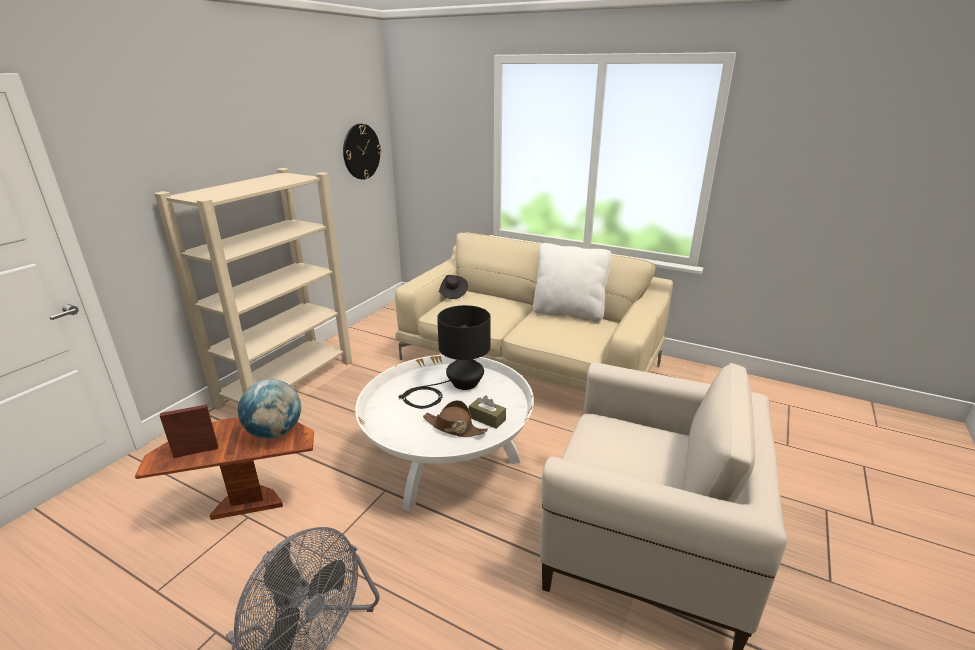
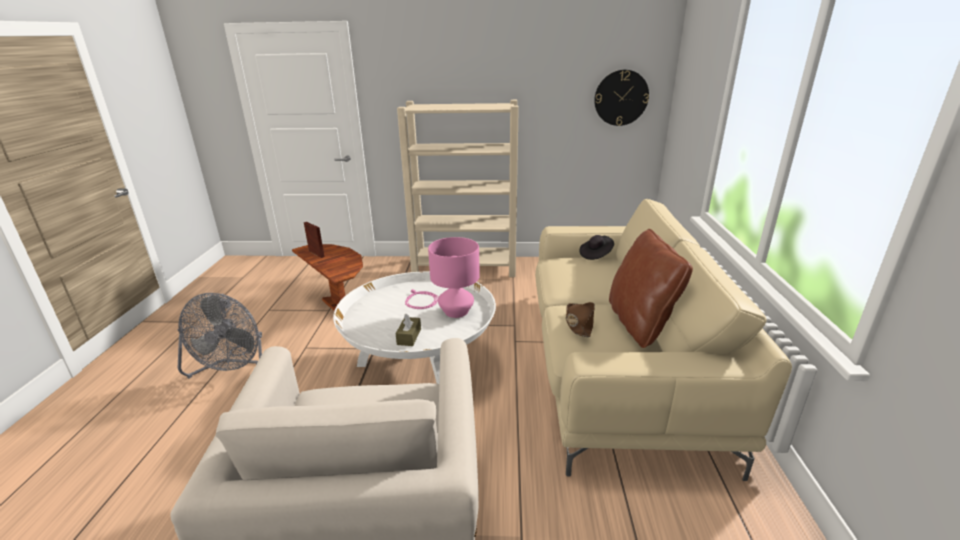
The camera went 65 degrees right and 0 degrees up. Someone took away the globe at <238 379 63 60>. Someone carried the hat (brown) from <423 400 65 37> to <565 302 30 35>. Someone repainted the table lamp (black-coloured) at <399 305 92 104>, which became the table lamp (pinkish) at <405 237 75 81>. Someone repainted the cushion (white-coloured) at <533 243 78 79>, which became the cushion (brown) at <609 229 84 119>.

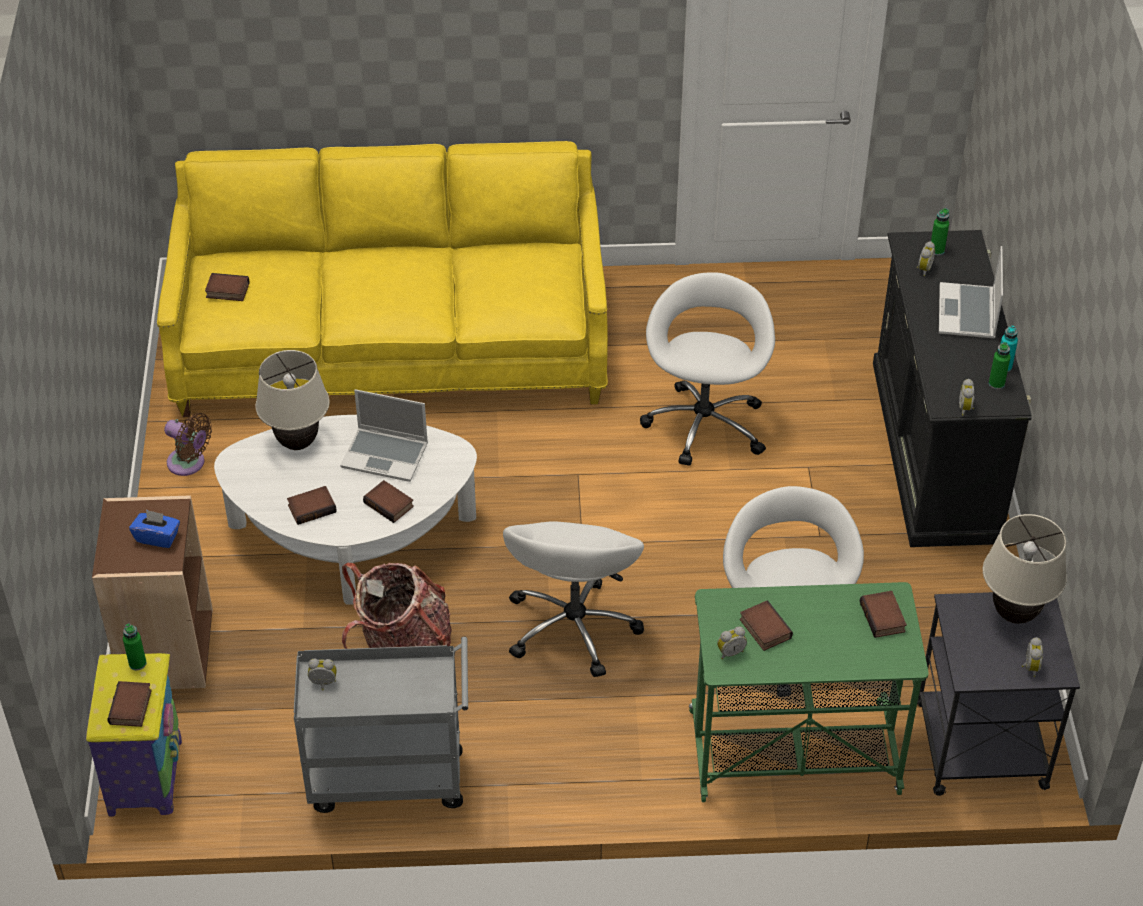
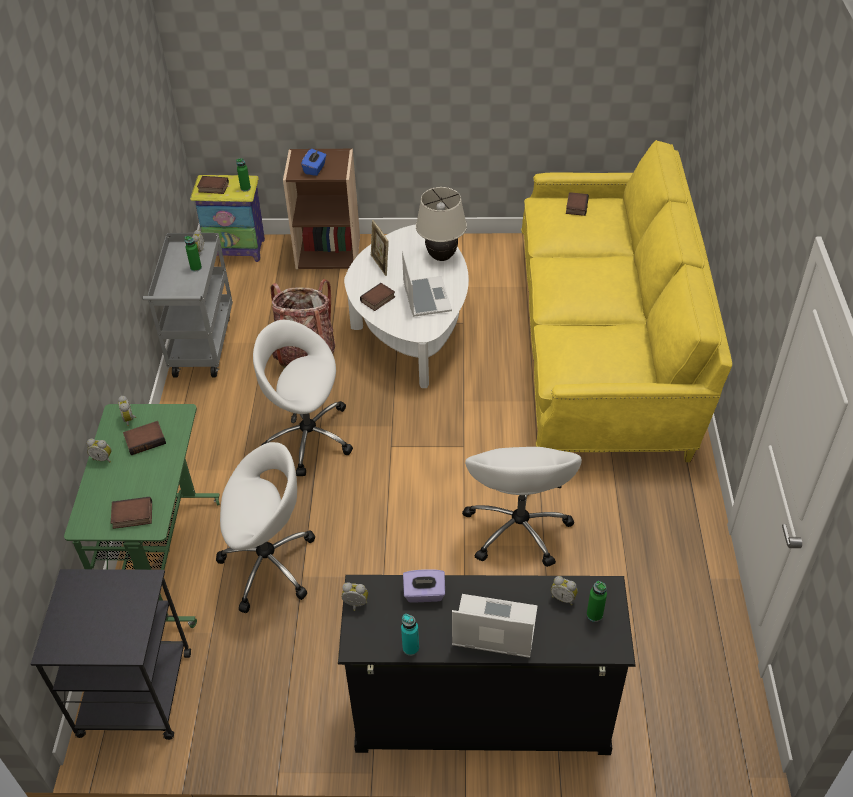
The camera went 95 degrees right and 0 degrees up. Someone took away the cooling fan (brown) at <164 413 48 63>. Someone took away the table lamp (beige) at <983 514 84 110>. Someone put down the tissue box (purple-coloured) at <403 569 42 34>. Someone carried the drink bottle (green-coloured) from <989 342 21 47> to <185 236 17 35>. Someone carried the alarm clock from <1022 637 21 40> to <87 439 24 23>. Someone swapped the book at <287 486 50 39> for the picture frame at <371 220 18 56>. Someone rotated the laptop at <340 389 88 93> by 150 degrees clockwise. Someone rotated the desk chair (white-coloured) at <640 272 135 194> by 75 degrees clockwise.

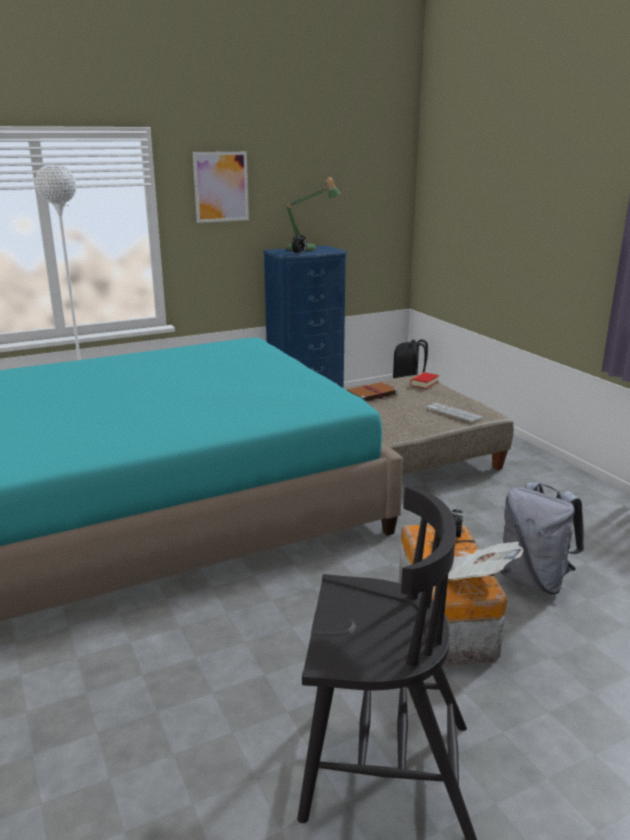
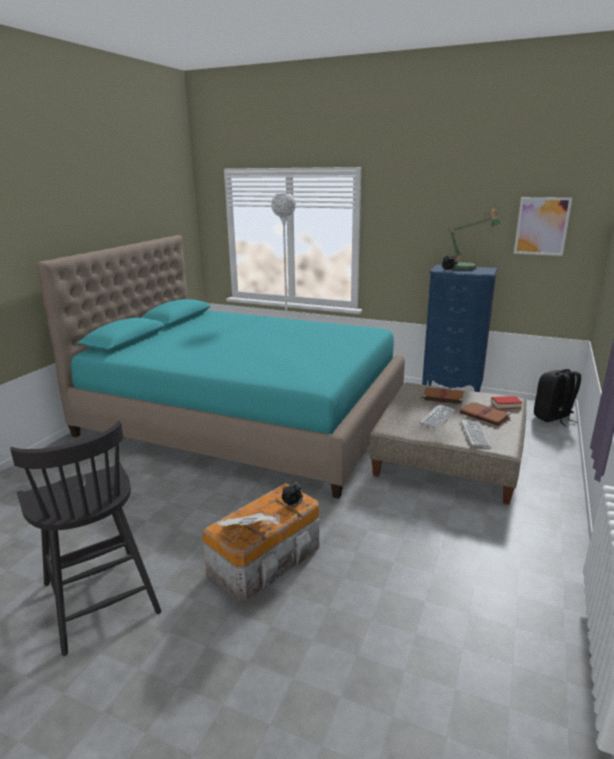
The camera went 50 degrees right and 0 degrees up. Someone took away the rucksack (grey) at <500 482 84 112>. Someone put down the computer keyboard at <420 404 35 25>. Someone put down the book (brown) at <460 401 51 25>. Someone carried the picture from <193 152 56 71> to <514 197 58 59>.

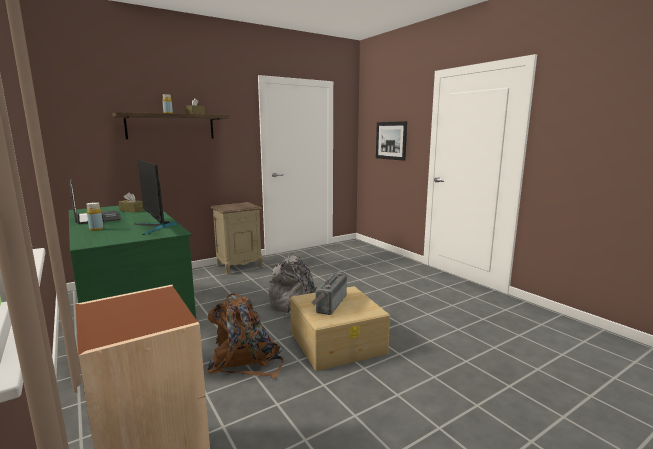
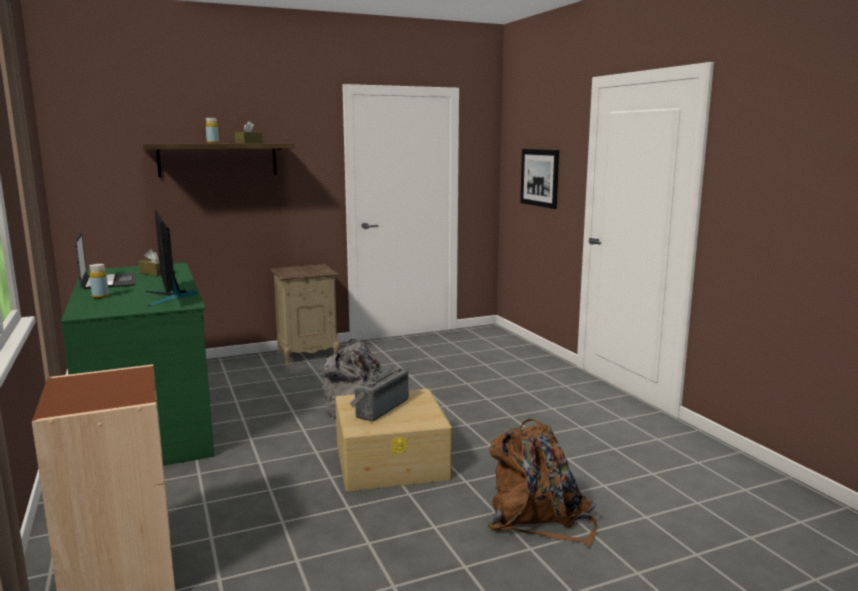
The camera went 10 degrees right and 0 degrees up. Someone carried the rucksack (brown) from <206 293 77 86> to <488 419 108 128>.

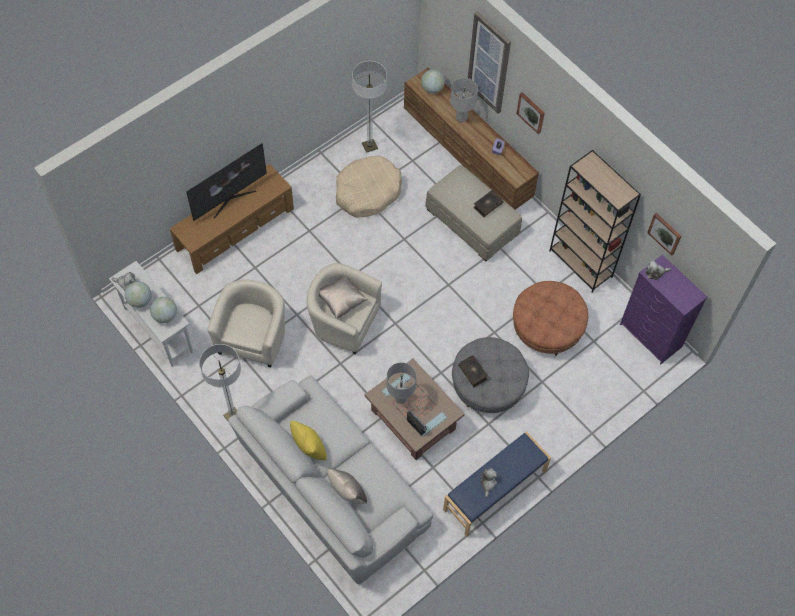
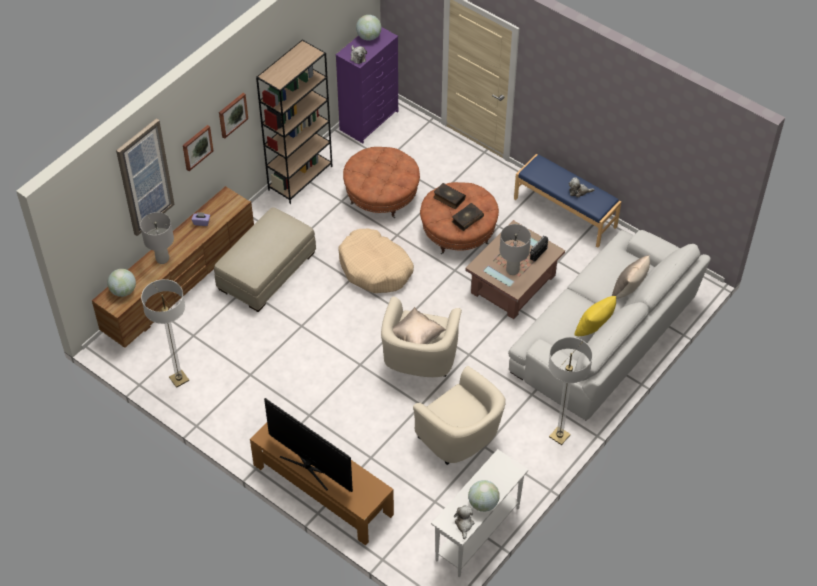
The camera went 100 degrees left and 10 degrees down. Someone carried the globe from <150 297 27 26> to <356 15 26 26>. Someone carried the dog cushion (beige) from <336 156 66 62> to <339 229 75 64>. Someone carried the book from <473 190 30 27> to <433 183 33 26>. Someone carried the picture from <647 213 34 43> to <219 93 29 46>. Someone repainted the pouffe (grey) at <452 337 77 76>, which became the pouffe (brown) at <420 182 79 72>. Someone rotated the easy chair (beige) at <207 280 78 87> by 135 degrees counterclockwise.

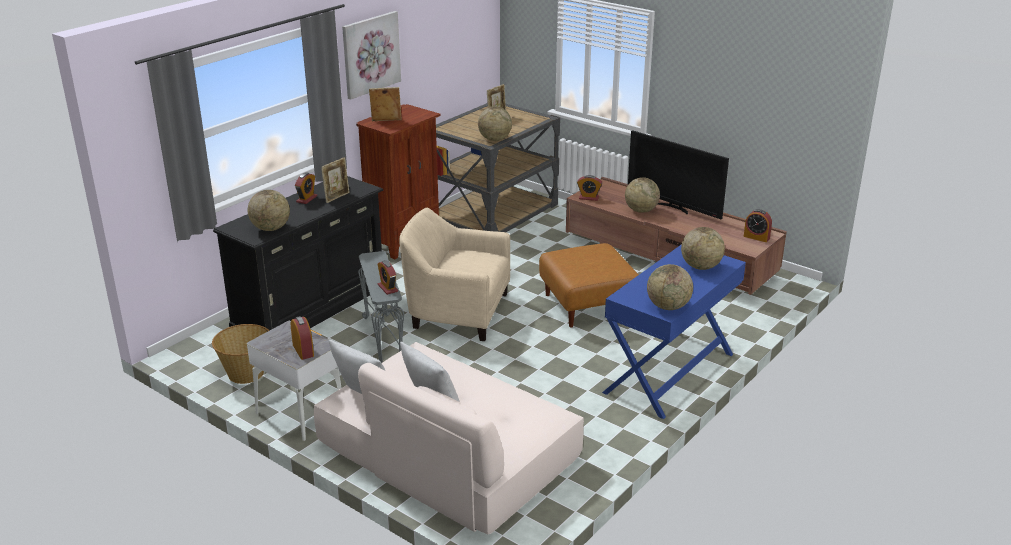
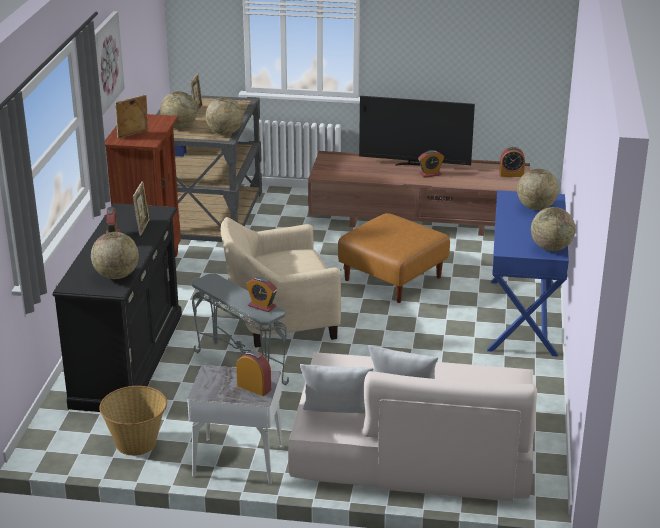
The camera went 30 degrees left and 0 degrees up. Someone carried the alarm clock from <577 175 25 26> to <418 150 26 28>. Someone carried the globe from <625 177 35 36> to <160 91 37 38>.

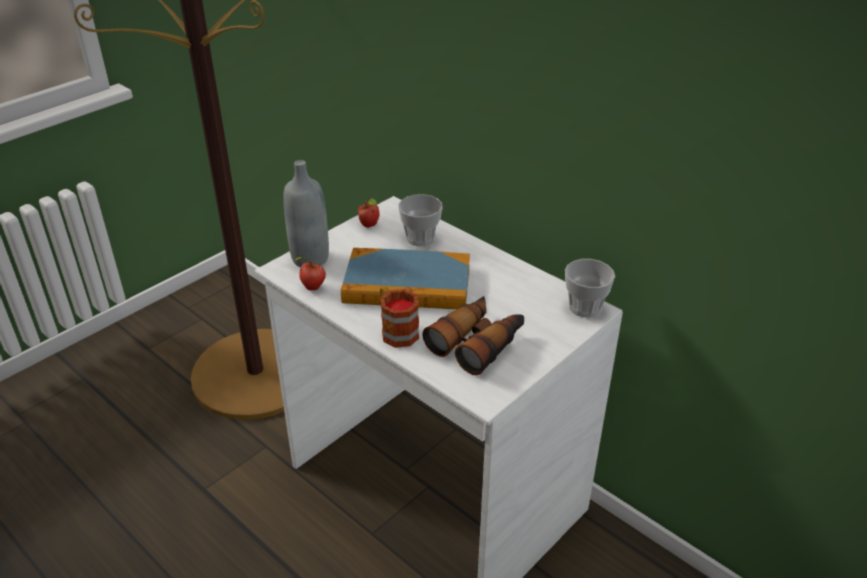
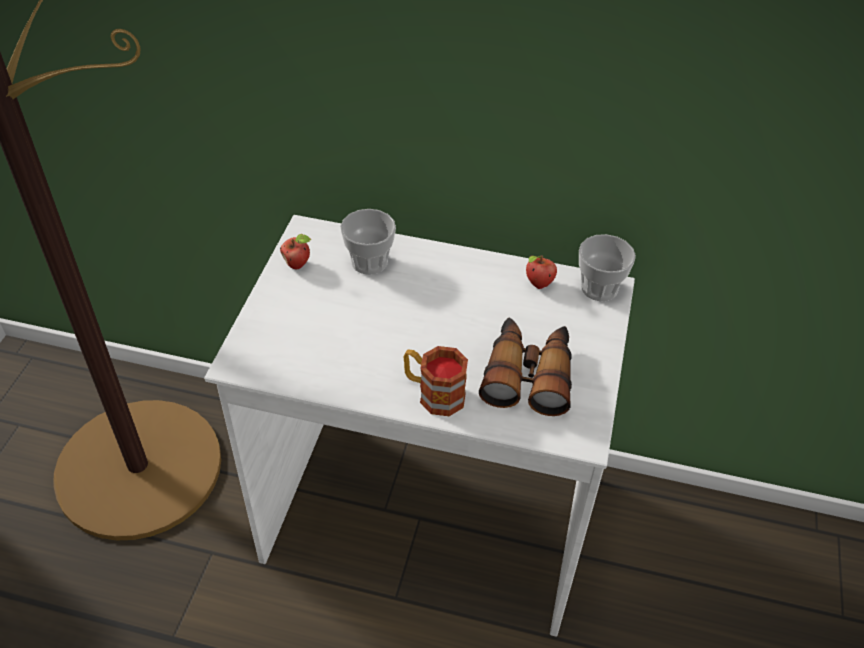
The camera went 30 degrees left and 10 degrees up. Someone took away the drink bottle (grey) at <283 160 46 107>. Someone took away the book at <341 248 129 61>. Someone carried the apple from <293 257 33 33> to <526 255 31 34>.

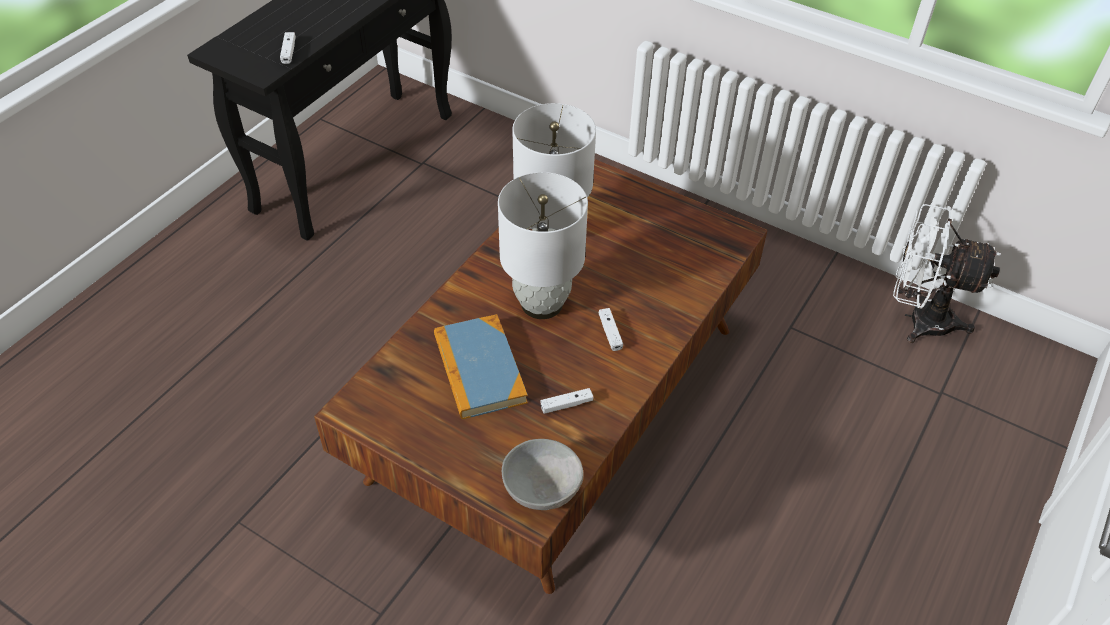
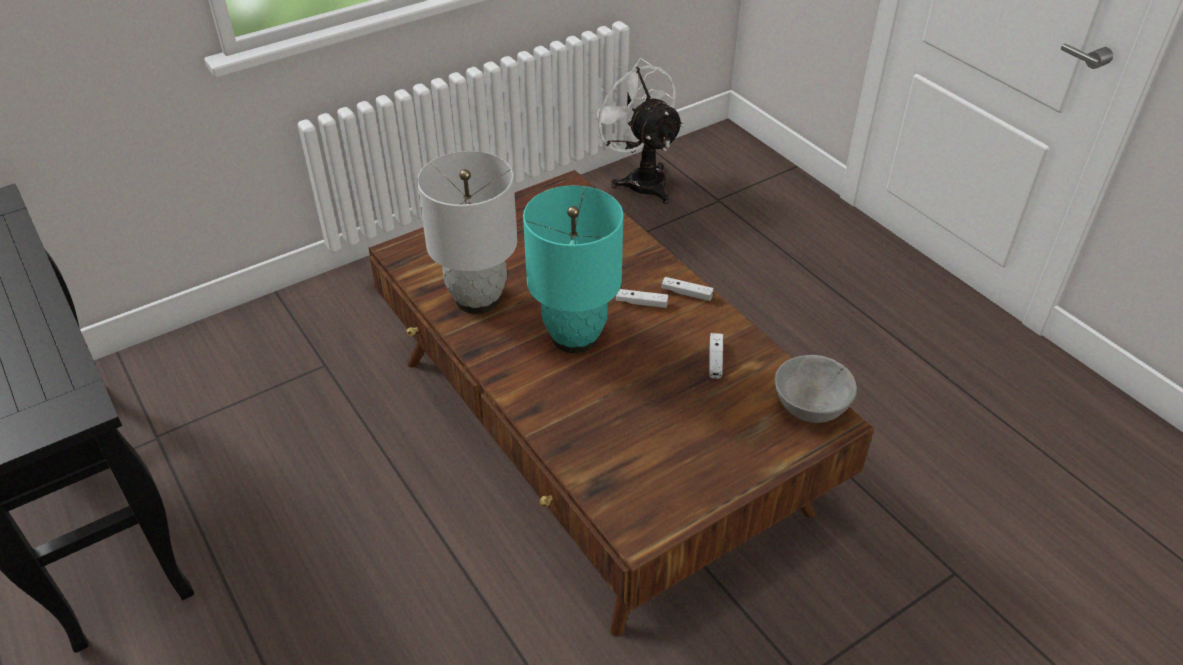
The camera went 65 degrees left and 5 degrees down. Someone took away the book at <434 314 94 106>. Someone carried the joypad (white-coloured) from <280 32 16 32> to <662 277 52 24>. Someone repainted the table lamp (white-coloured) at <498 172 90 147>, which became the table lamp (turquoise-coloured) at <523 186 100 167>. Someone rotated the cooling fan (white-coloured) at <893 204 108 139> by 105 degrees clockwise.

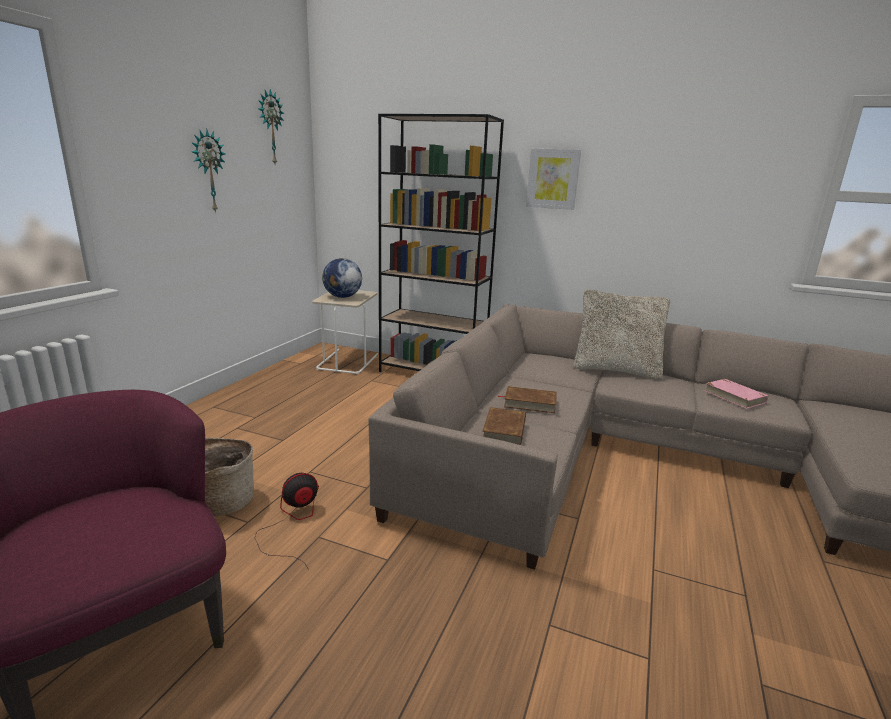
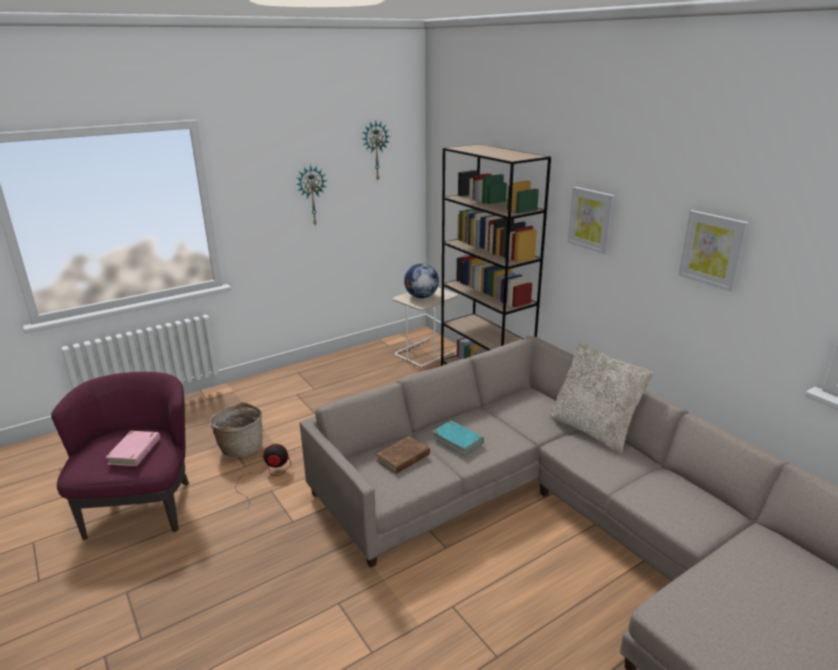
The camera went 35 degrees right and 5 degrees up. Someone put up the picture at <678 210 71 82>. Someone carried the book (pinkish) from <704 379 64 30> to <106 431 54 35>. Someone repainted the book (brown) at <497 386 59 27>, which became the book (turquoise-coloured) at <432 420 52 36>.

